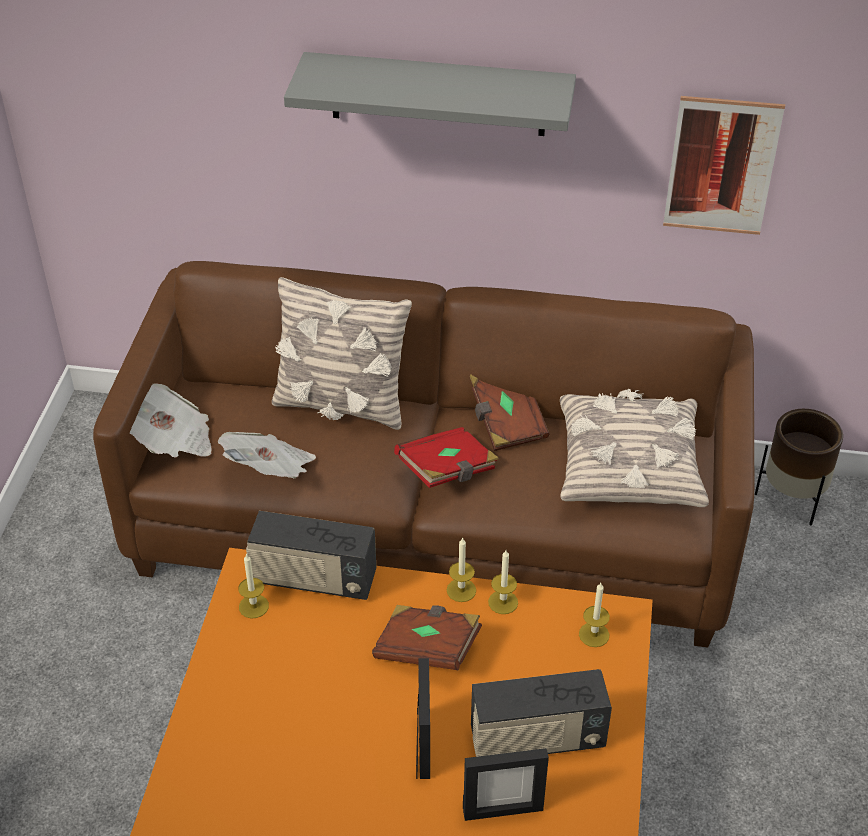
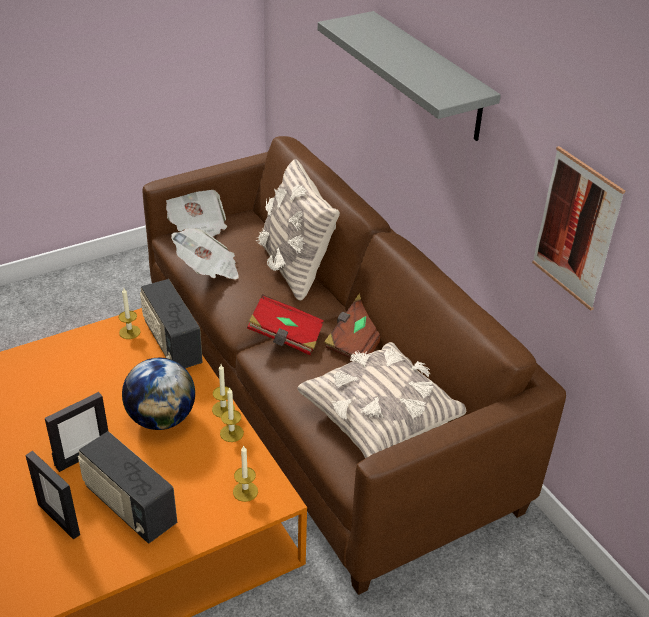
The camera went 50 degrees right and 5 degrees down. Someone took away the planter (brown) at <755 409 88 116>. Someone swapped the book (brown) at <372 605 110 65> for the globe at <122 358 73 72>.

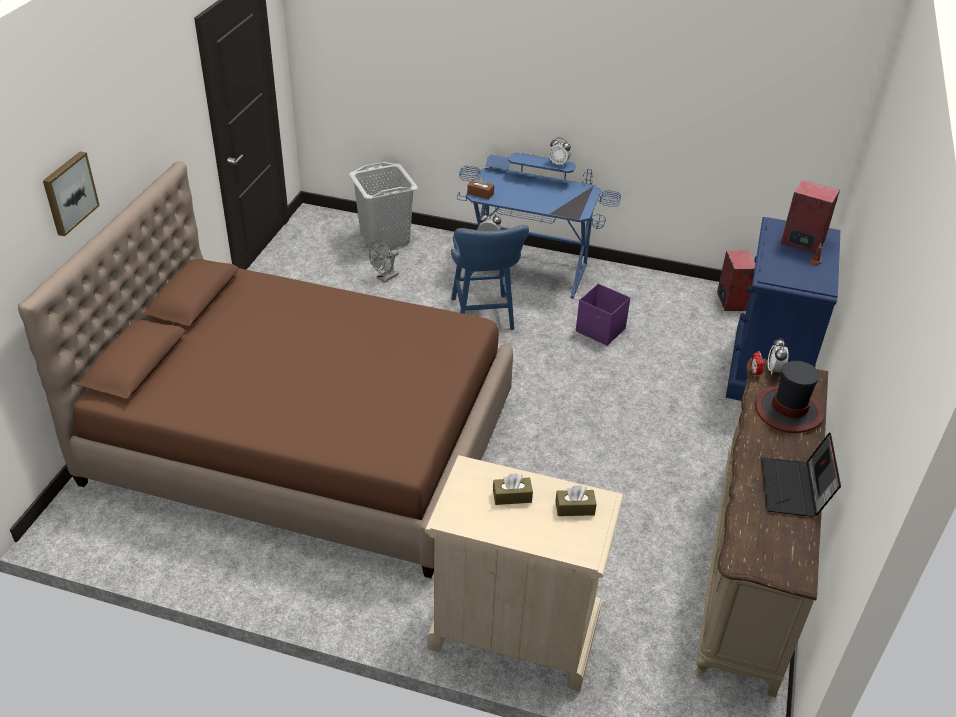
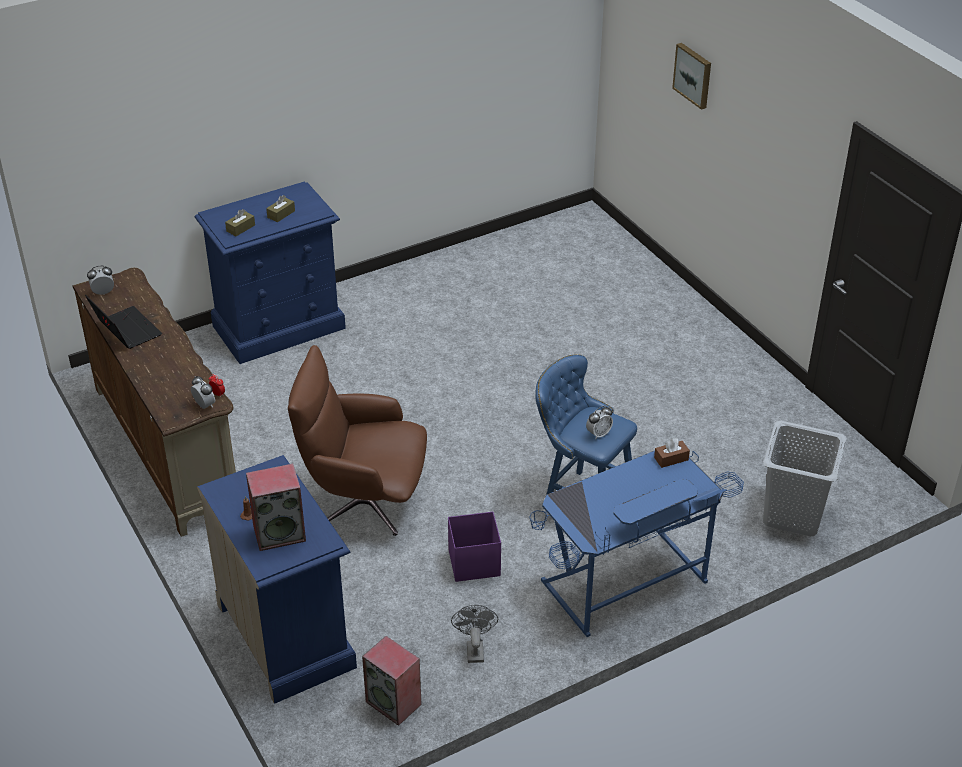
The camera went 135 degrees right and 0 degrees up. Someone took away the bed (brown) at <18 161 495 417>. Someone took away the hat at <755 361 69 72>. Someone put down the easy chair (brown) at <288 345 139 191>. Someone carried the cooling fan (grey) from <369 241 30 42> to <451 605 47 58>. Someone carried the alarm clock from <549 137 22 28> to <87 265 27 30>. Someone repainted the drawer chest (beige) at <425 455 199 236>, which became the drawer chest (blue-coloured) at <195 182 151 182>.

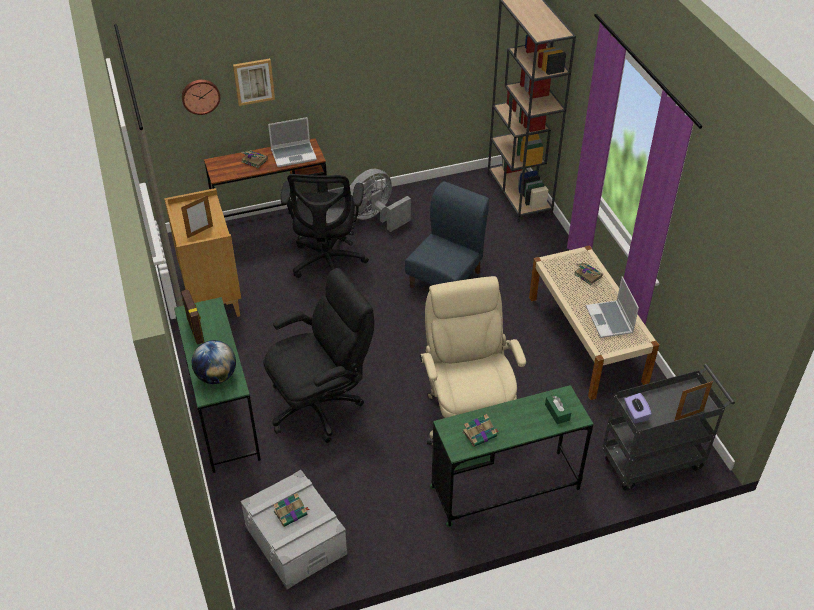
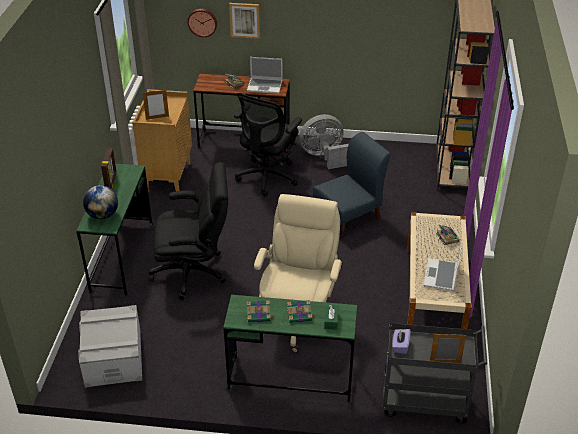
The camera went 25 degrees right and 5 degrees down. Someone carried the book from <274 493 35 34> to <287 300 28 23>.

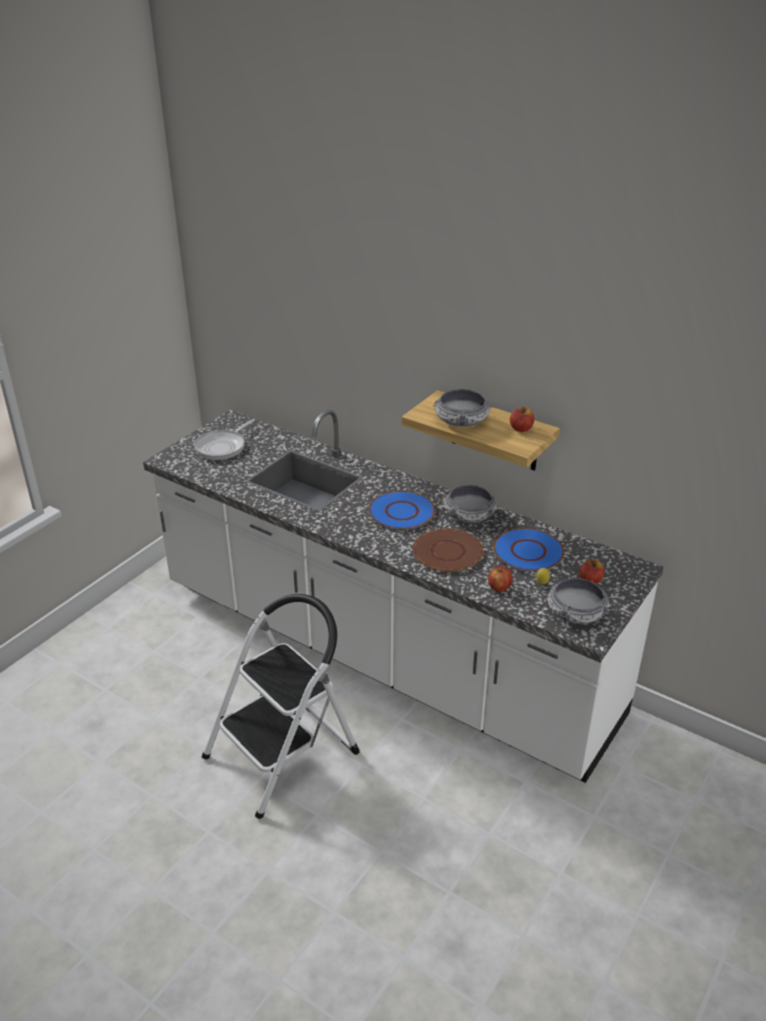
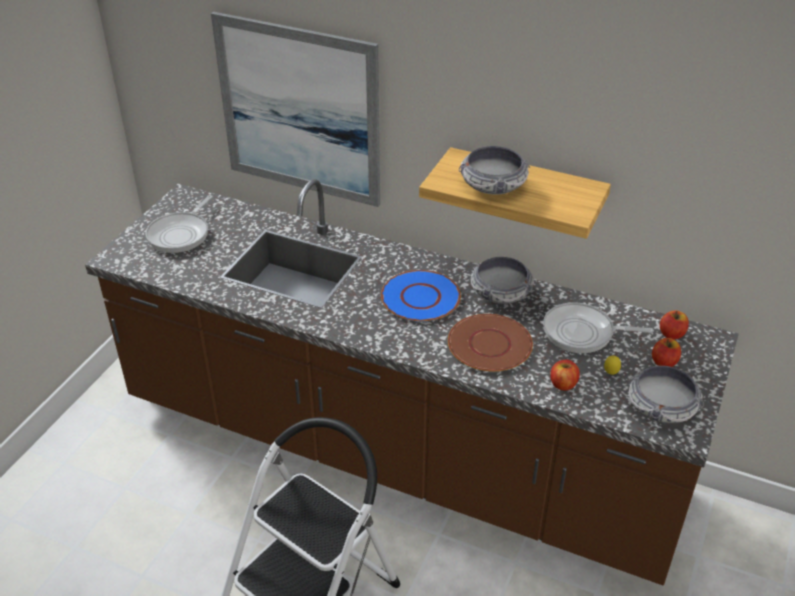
The camera went 10 degrees left and 5 degrees up. Someone put up the picture at <211 12 169 195>. Someone carried the apple from <510 406 24 26> to <660 310 29 29>. Someone swapped the flat dish (blue-coloured) at <493 528 71 44> for the frying pan at <543 302 111 51>. Someone repainted the kitchen counter (white-coloured) at <143 410 521 373>, which became the kitchen counter (brown) at <85 179 654 407>.

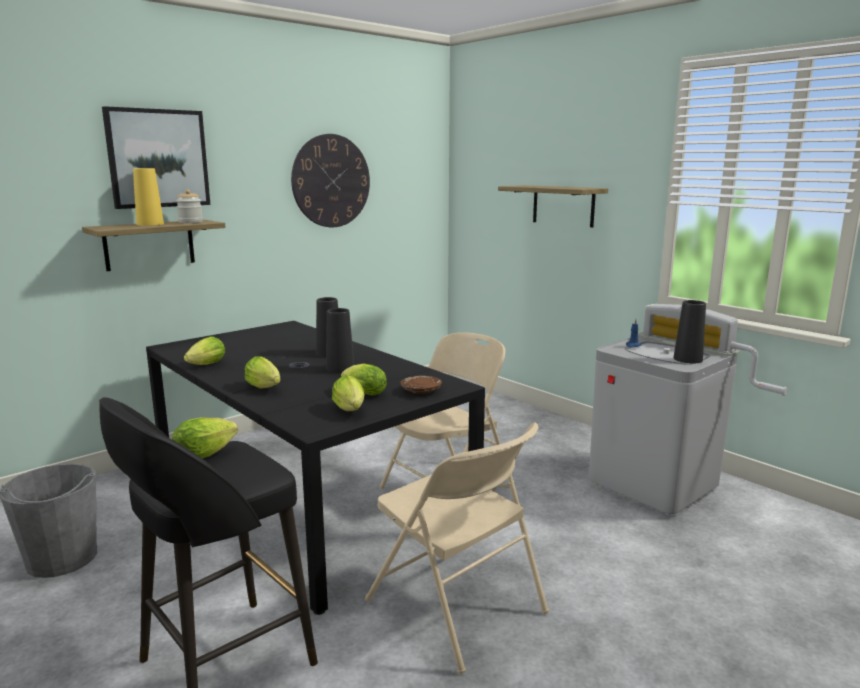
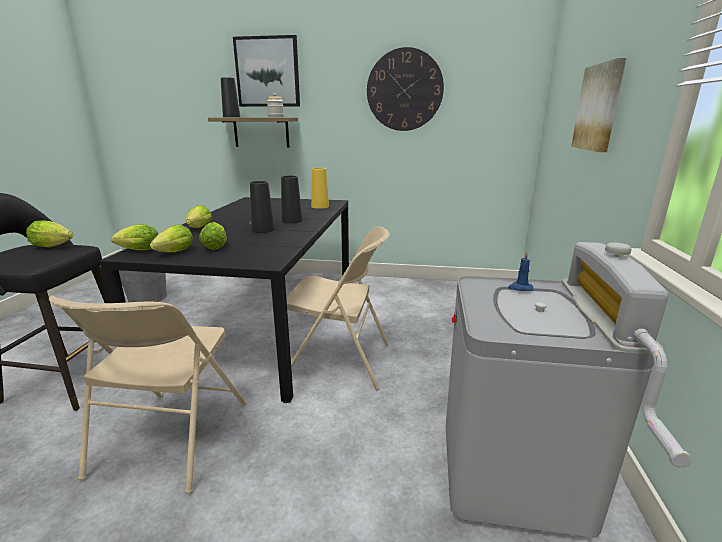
The camera went 50 degrees right and 5 degrees up. Someone took away the flat dish (brown) at <400 376 42 18>. Someone carried the decorative vase (yellow) from <133 168 31 58> to <311 167 18 42>. Someone carried the head of lettuce from <184 336 41 29> to <111 224 47 26>. Someone carried the decorative vase (black-coloured) from <673 300 33 64> to <221 77 19 40>. Someone swapped the bracket shelf at <498 185 110 43> for the picture at <571 58 55 94>.

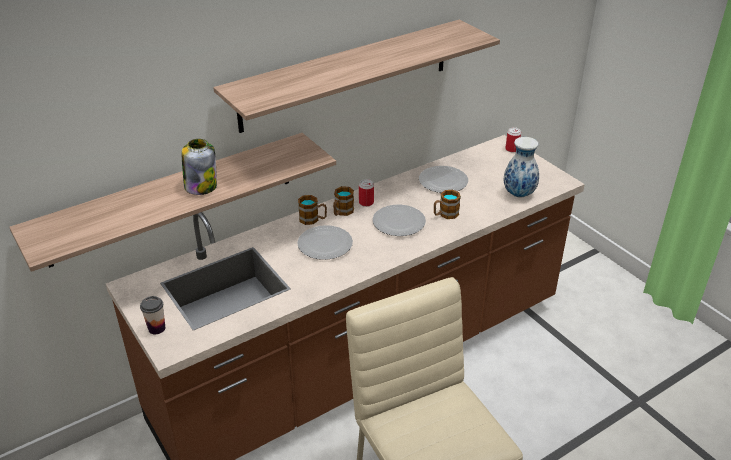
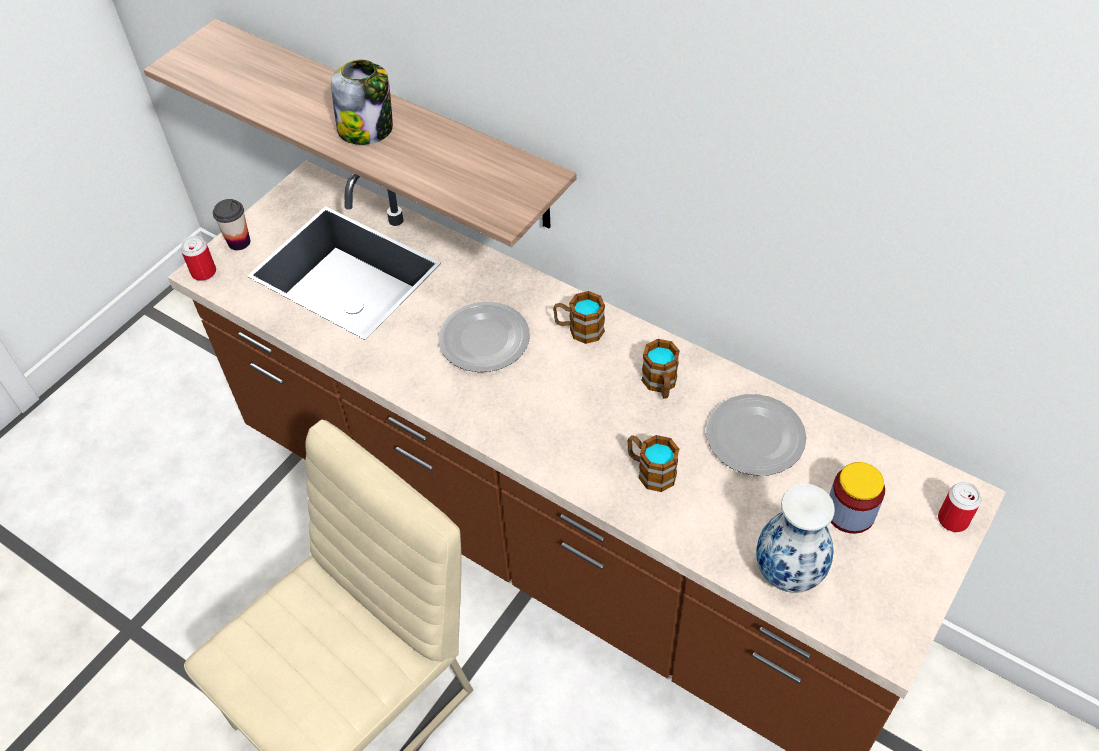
The camera went 70 degrees right and 15 degrees up. Someone took away the bracket shelf at <213 19 287 114>. Someone took away the flat dish at <373 205 53 31>. Someone put down the storage jar at <829 462 56 72>. Someone carried the coffee mug from <298 195 29 30> to <641 339 39 60>. Someone carried the metal can from <359 179 15 28> to <181 236 35 45>.

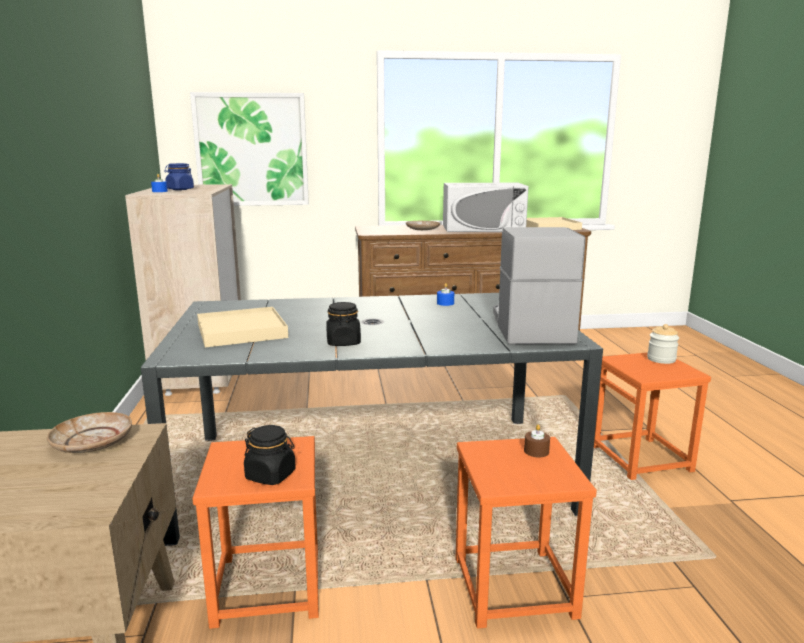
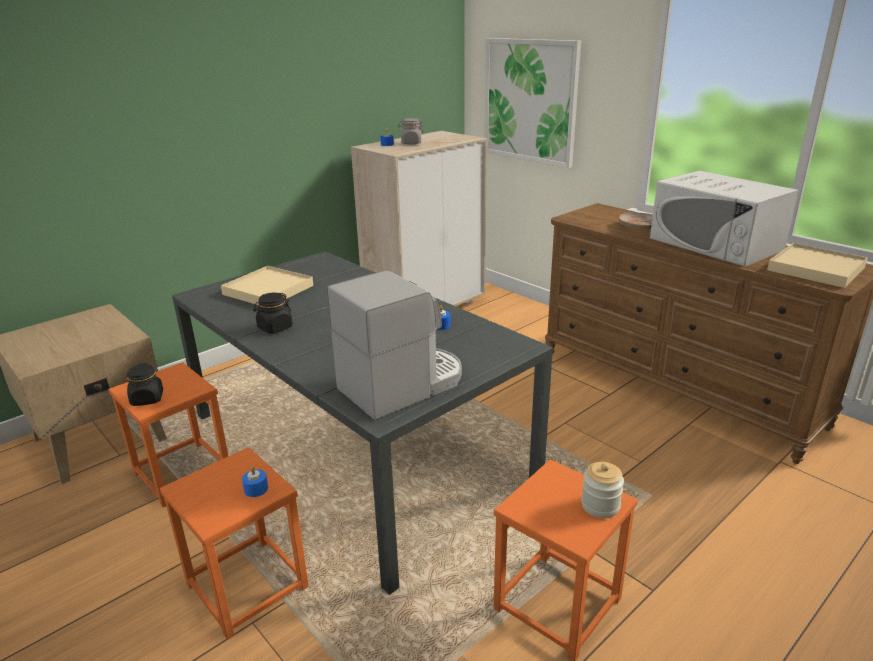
The camera went 55 degrees right and 10 degrees up. Someone took away the flat dish (beige) at <47 412 85 41>. Someone repainted the storage jar (blue-coloured) at <164 163 30 27>, which became the storage jar (grey) at <398 118 26 27>. Someone repainted the wax light (brown) at <524 424 26 34>, which became the wax light (blue-coloured) at <242 466 26 31>.

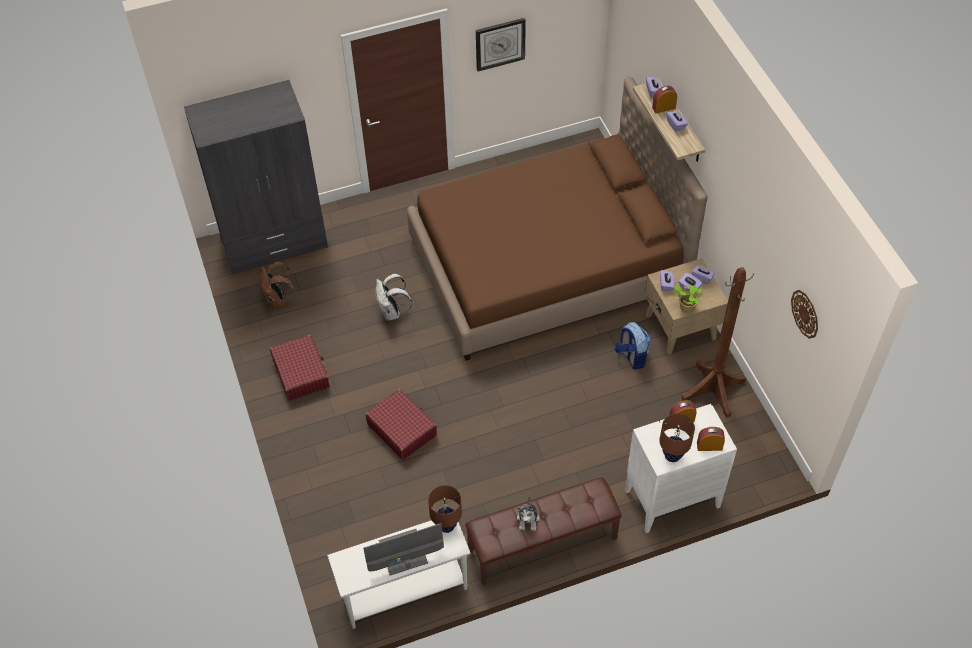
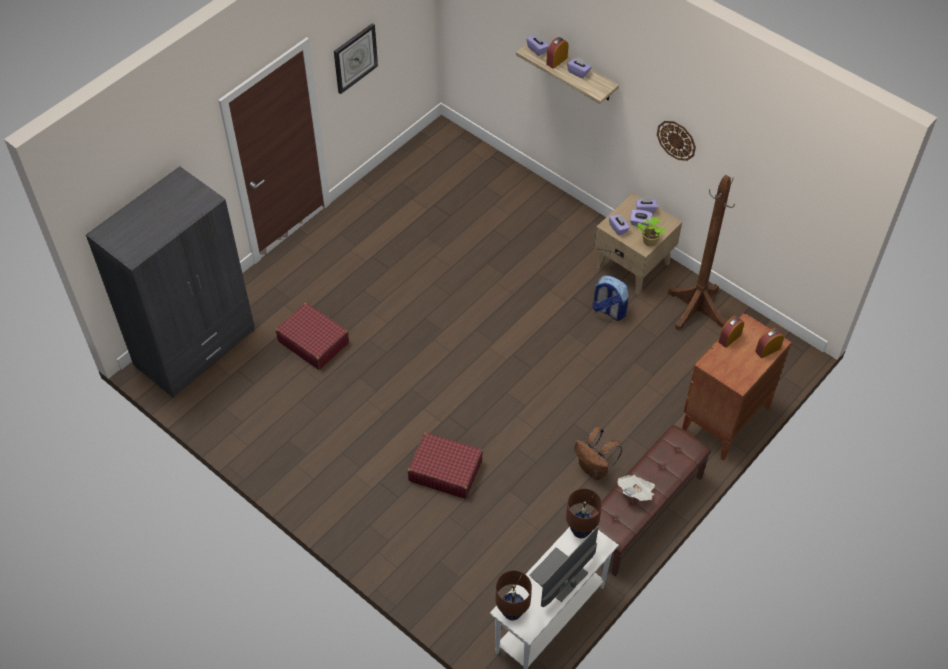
The camera went 30 degrees left and 0 degrees up. Someone took away the rucksack (white-coloured) at <375 274 37 47>. Someone took away the bed (brown) at <407 77 301 284>. Someone carried the rucksack (brown) from <260 262 36 46> to <574 427 48 53>. Someone carried the travel case (reddish) from <270 335 59 65> to <276 303 73 67>. Someone carried the table lamp (brown) from <659 413 36 49> to <496 571 36 50>. Someone carried the hanging clock from <791 290 27 49> to <657 121 39 40>. Someone swapped the plush toy at <516 496 24 35> for the printed paper at <618 474 37 27>. Someone repainted the drawer chest (white-coloured) at <625 404 112 129>, which became the drawer chest (brown) at <682 313 109 148>.

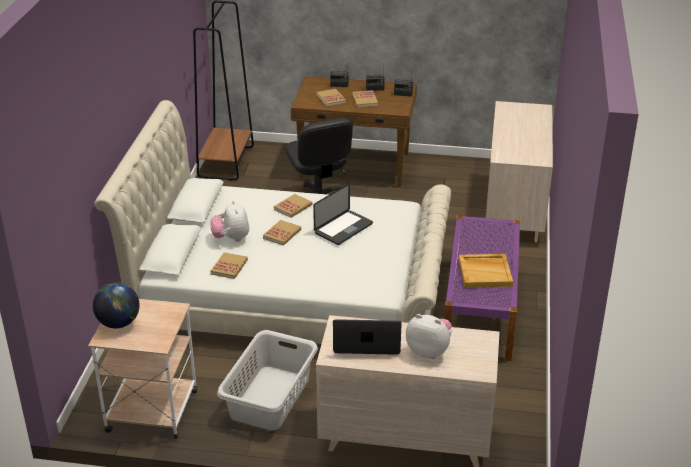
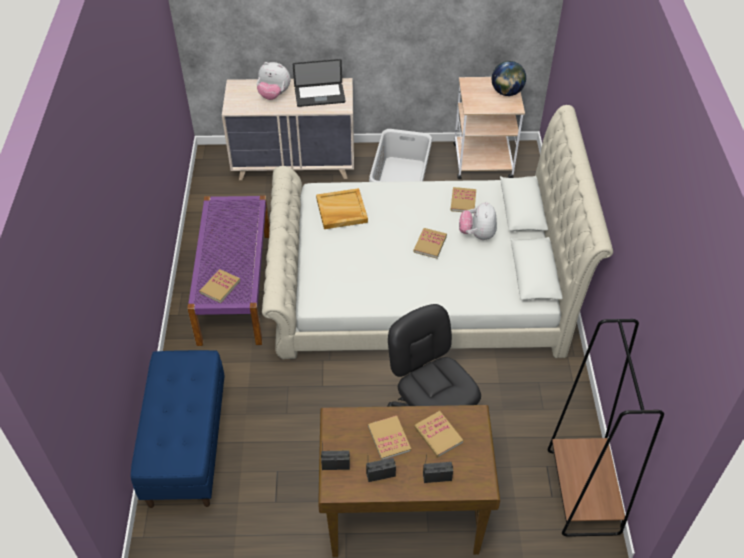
The camera went 170 degrees right and 15 degrees up. Someone took away the laptop at <313 183 60 62>. Someone carried the book from <274 194 38 24> to <199 269 41 34>. Someone carried the carrying tray (beige) from <459 254 54 34> to <316 188 52 41>. Someone swapped the drawer chest (beige) at <486 101 67 141> for the bench (blue-coloured) at <131 350 94 158>. Someone rotated the plush toy at <210 201 39 41> by 150 degrees counterclockwise.

